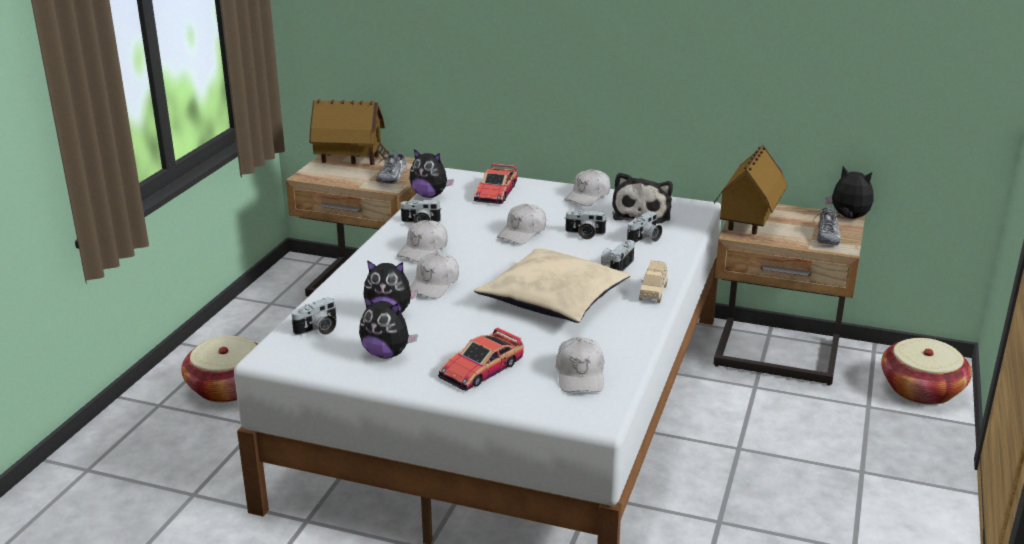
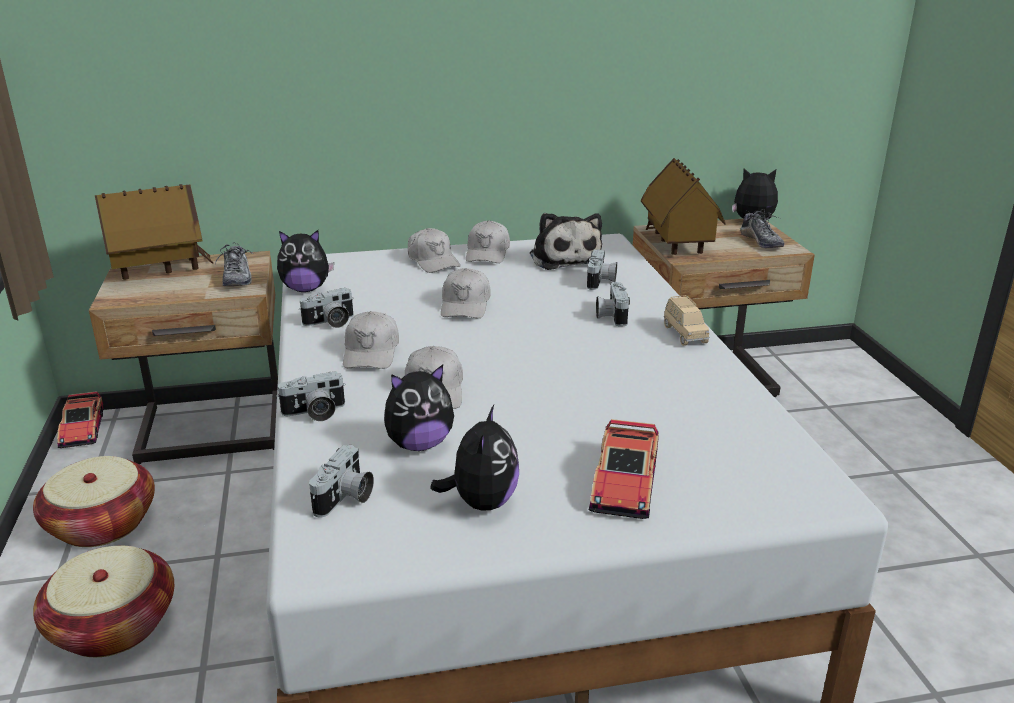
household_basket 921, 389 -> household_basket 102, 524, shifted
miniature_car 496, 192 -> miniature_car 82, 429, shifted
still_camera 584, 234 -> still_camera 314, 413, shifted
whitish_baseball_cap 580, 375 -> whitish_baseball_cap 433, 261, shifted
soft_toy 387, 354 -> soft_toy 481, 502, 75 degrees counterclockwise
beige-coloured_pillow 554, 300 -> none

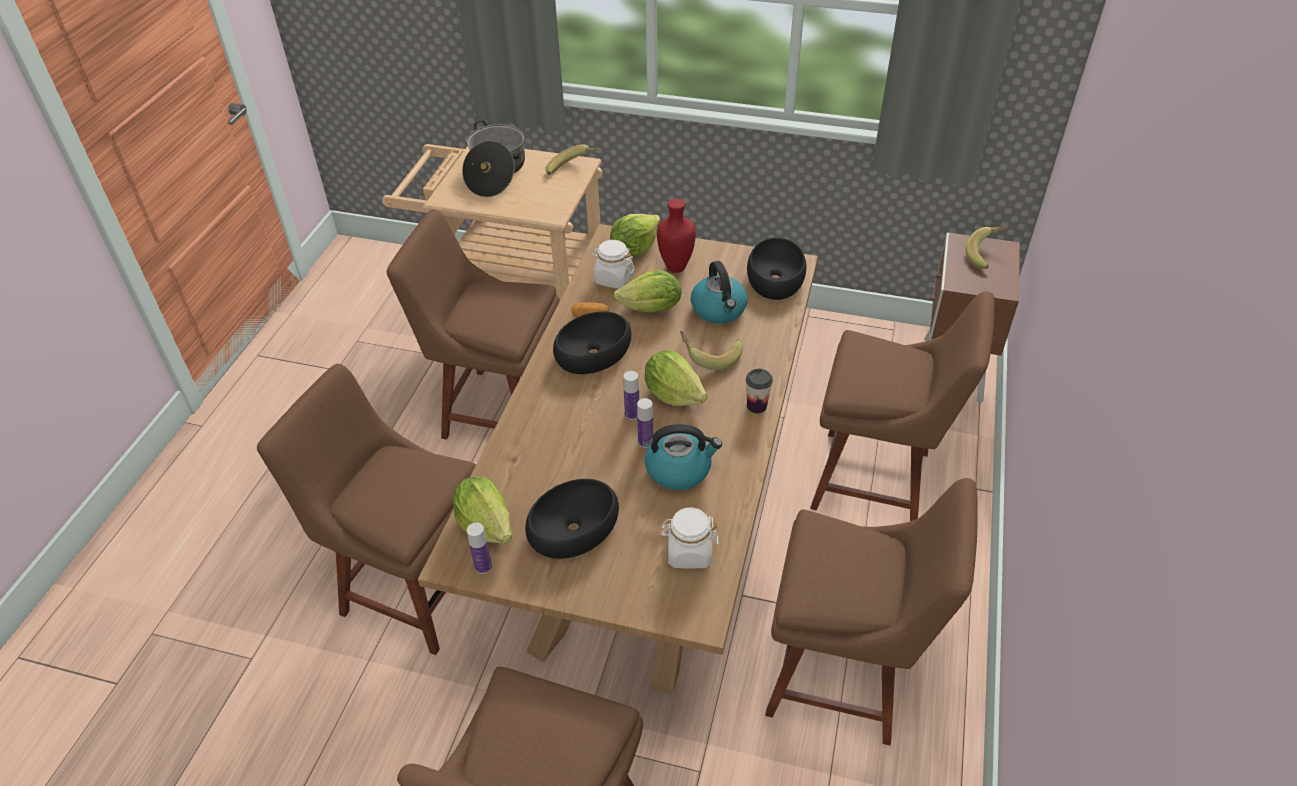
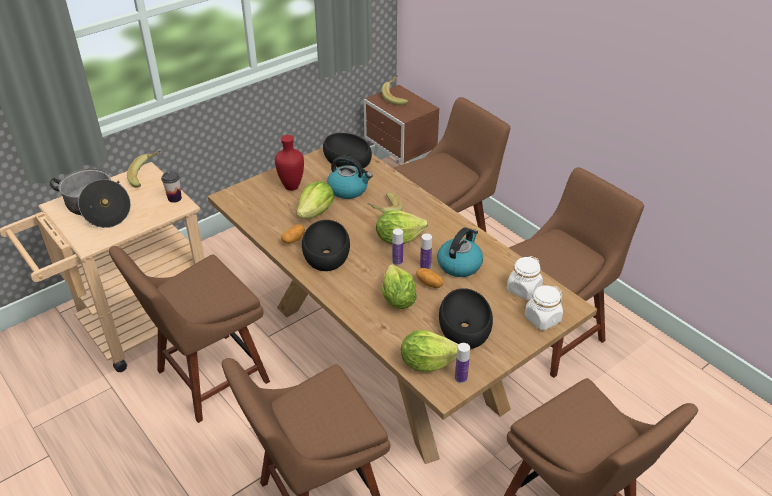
drinking_cup 756, 406 -> drinking_cup 174, 198, shifted
head_of_lettuce 634, 249 -> head_of_lettuce 397, 299, shifted
none -> potato 429, 283
whitish_preserve_jar 613, 279 -> whitish_preserve_jar 542, 319, shifted

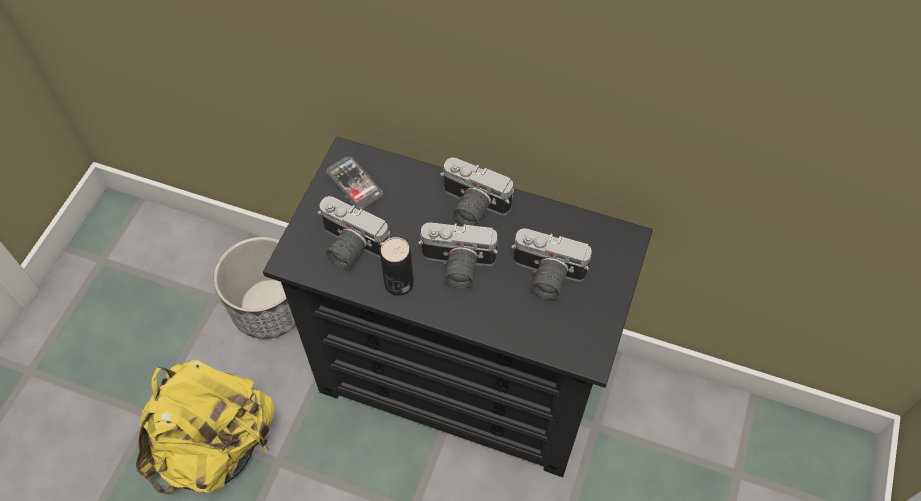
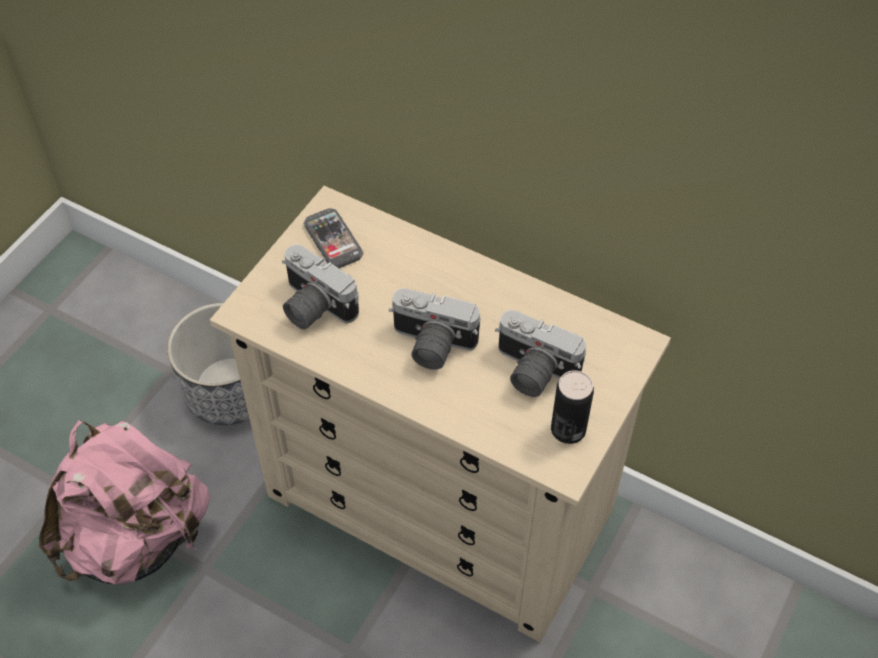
yellowish_knapsack 216, 446 -> pink-coloured_knapsack 137, 538
blackish_dresser 462, 375 -> beige-coloured_dresser 441, 504
metal_can 399, 283 -> metal_can 568, 429, shifted
still_camera 471, 207 -> none

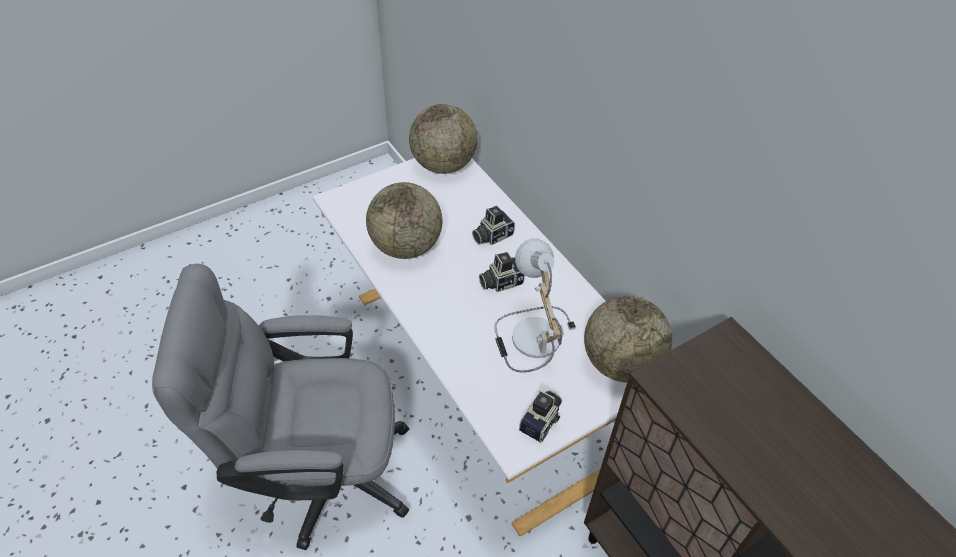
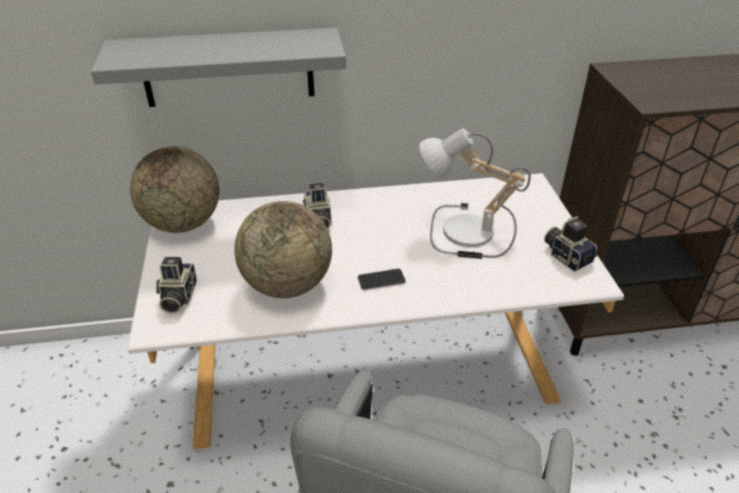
none -> grey_bracket_shelf 228, 68
still_camera 500, 282 -> still_camera 177, 297, shifted
none -> telephone 381, 280
world_globe 620, 363 -> none

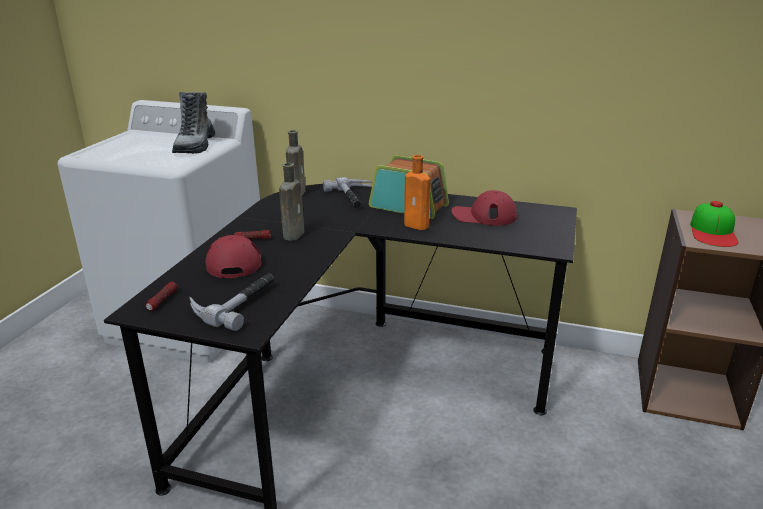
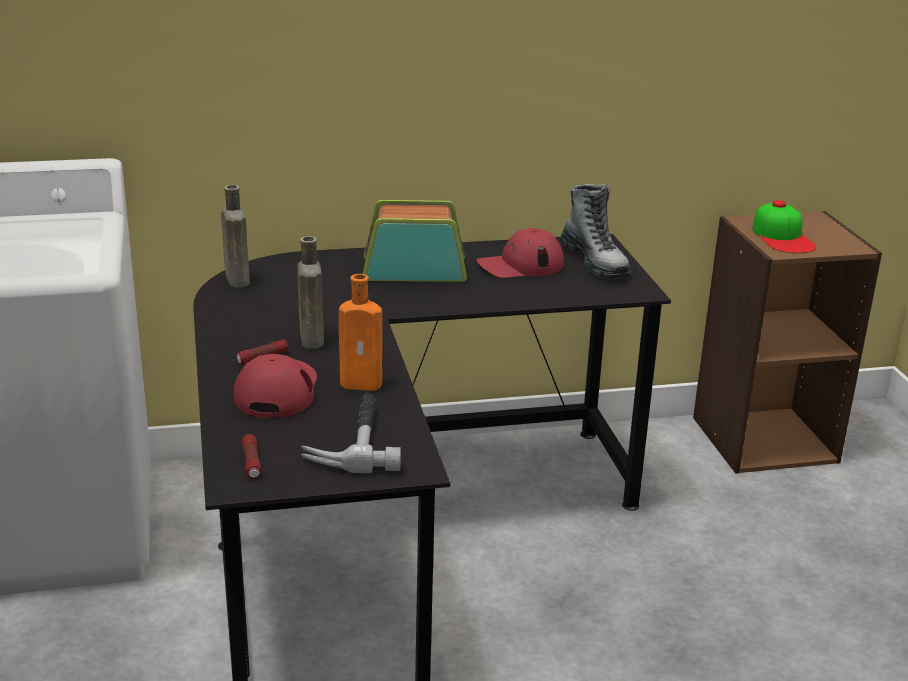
red-coloured_baseball_cap 234, 261 -> red-coloured_baseball_cap 277, 391, 45 degrees clockwise
orange_beverage_bottle 418, 226 -> orange_beverage_bottle 364, 384, shifted
boot 195, 146 -> boot 595, 262, shifted
tool_hammer 354, 198 -> none

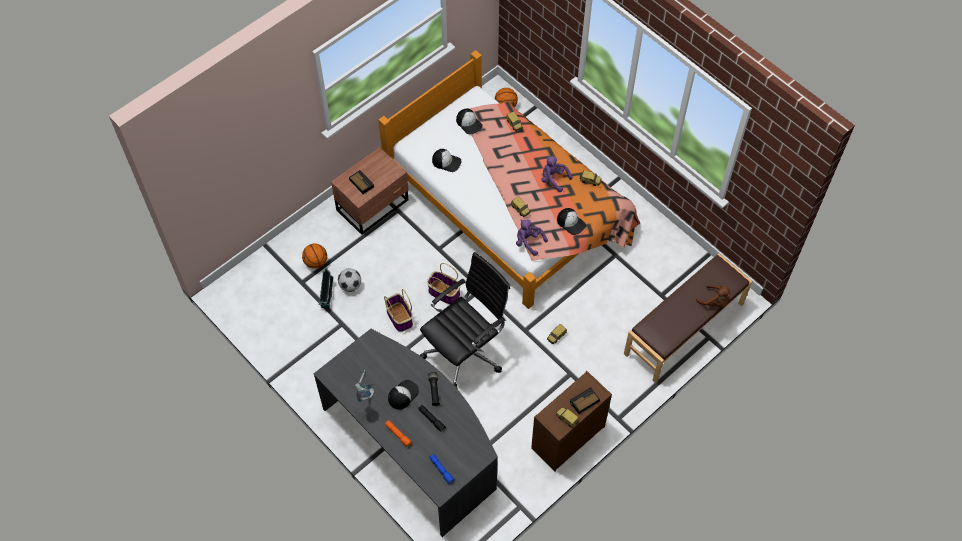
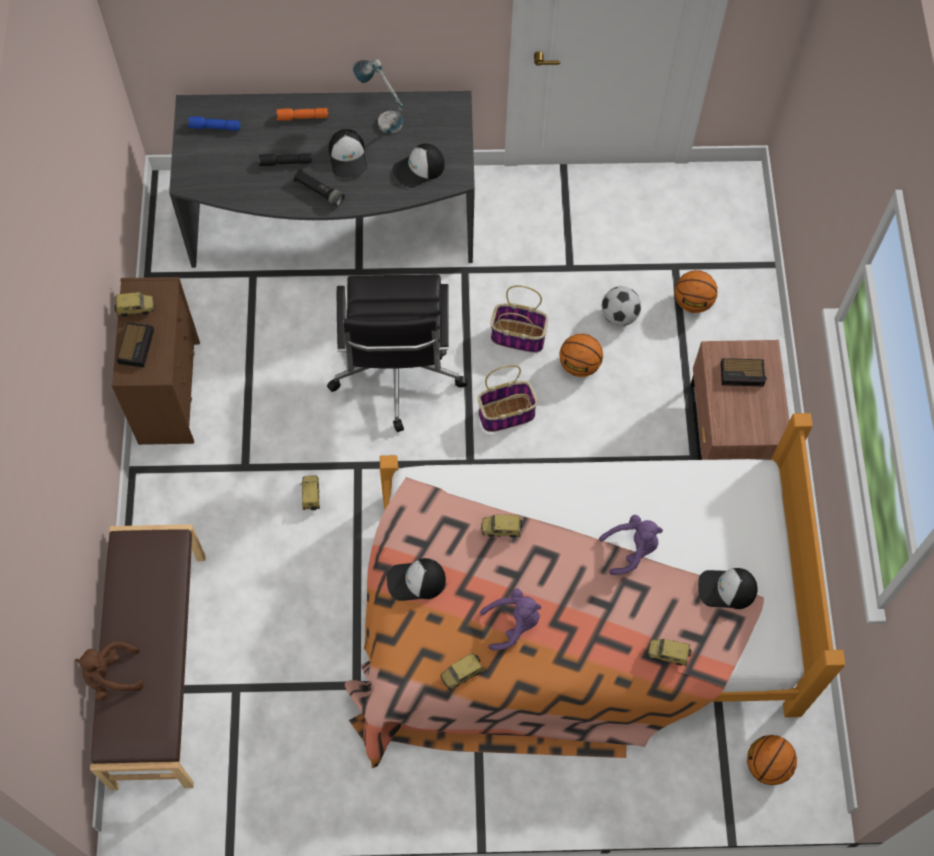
baseball_cap 446, 162 -> baseball_cap 419, 169, shifted
none -> basketball_ball 579, 365
purplish_soft_toy 528, 242 -> purplish_soft_toy 631, 549, shifted
model_house 327, 296 -> none

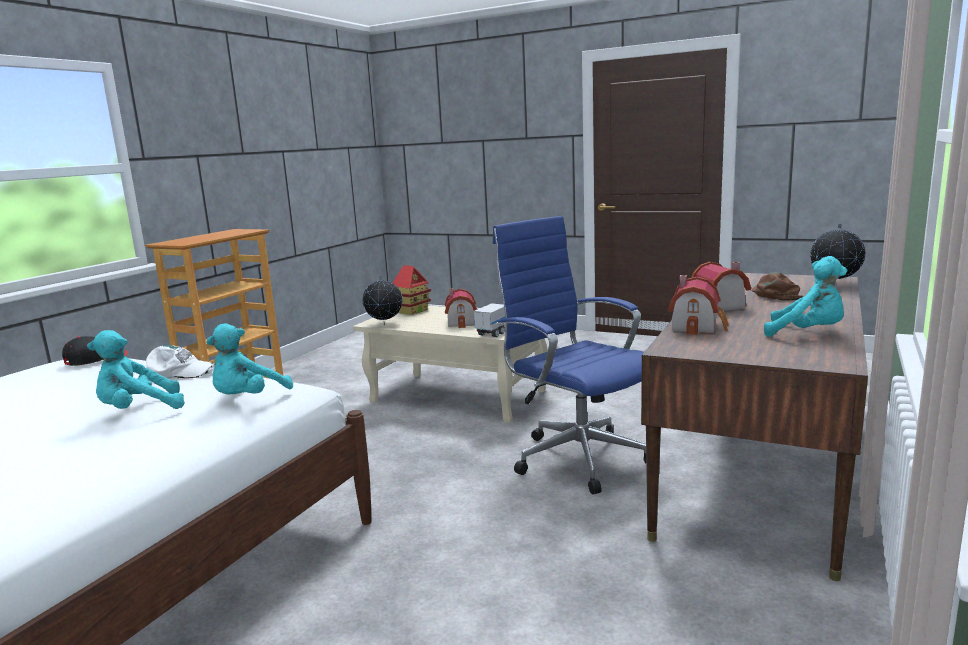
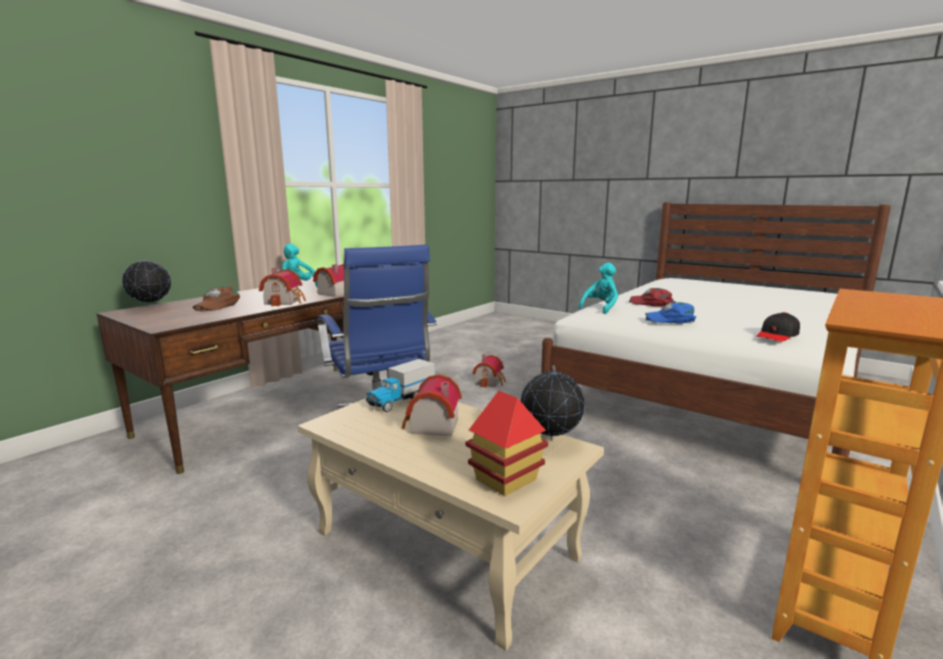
none -> model_house 490, 381
turquoise_soft_toy 139, 410 -> red-coloured_baseball_cap 652, 303
whitish_baseball_cap 179, 372 -> bluish_baseball_cap 671, 320

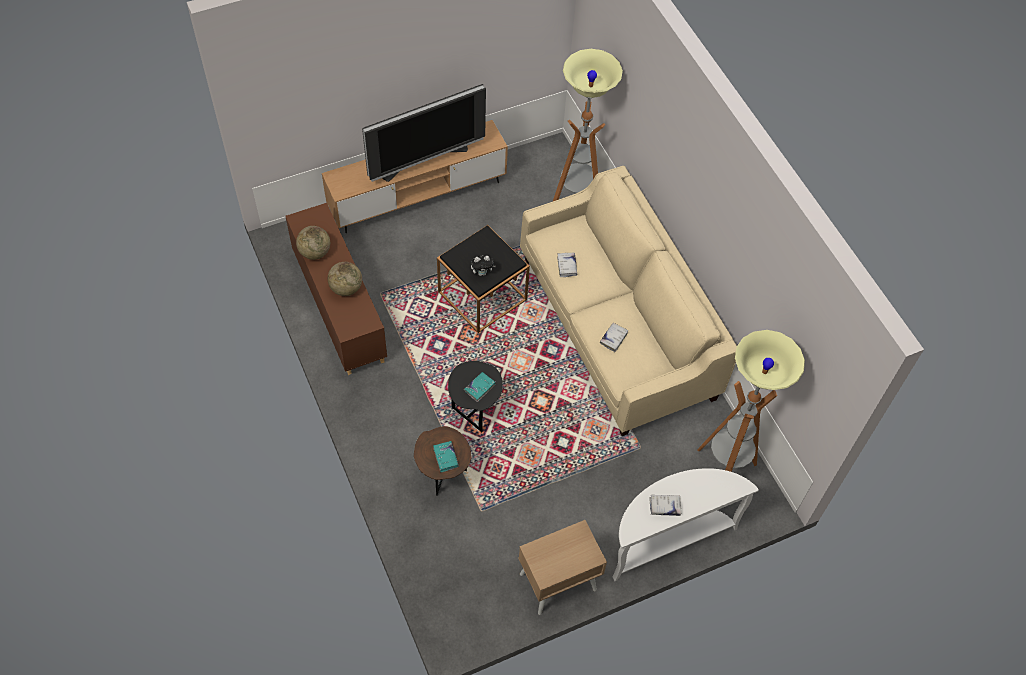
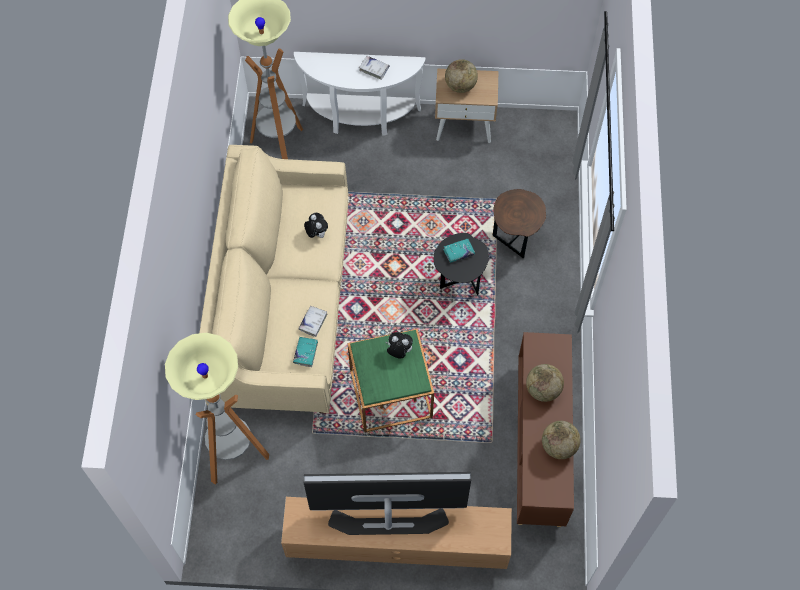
turquoise_book 446, 458 -> turquoise_book 305, 353, shifted
whitish_book 613, 338 -> soft_toy 316, 233
blackish_side_table 482, 295 -> green-coloured_side_table 390, 393
none -> world_globe 460, 86

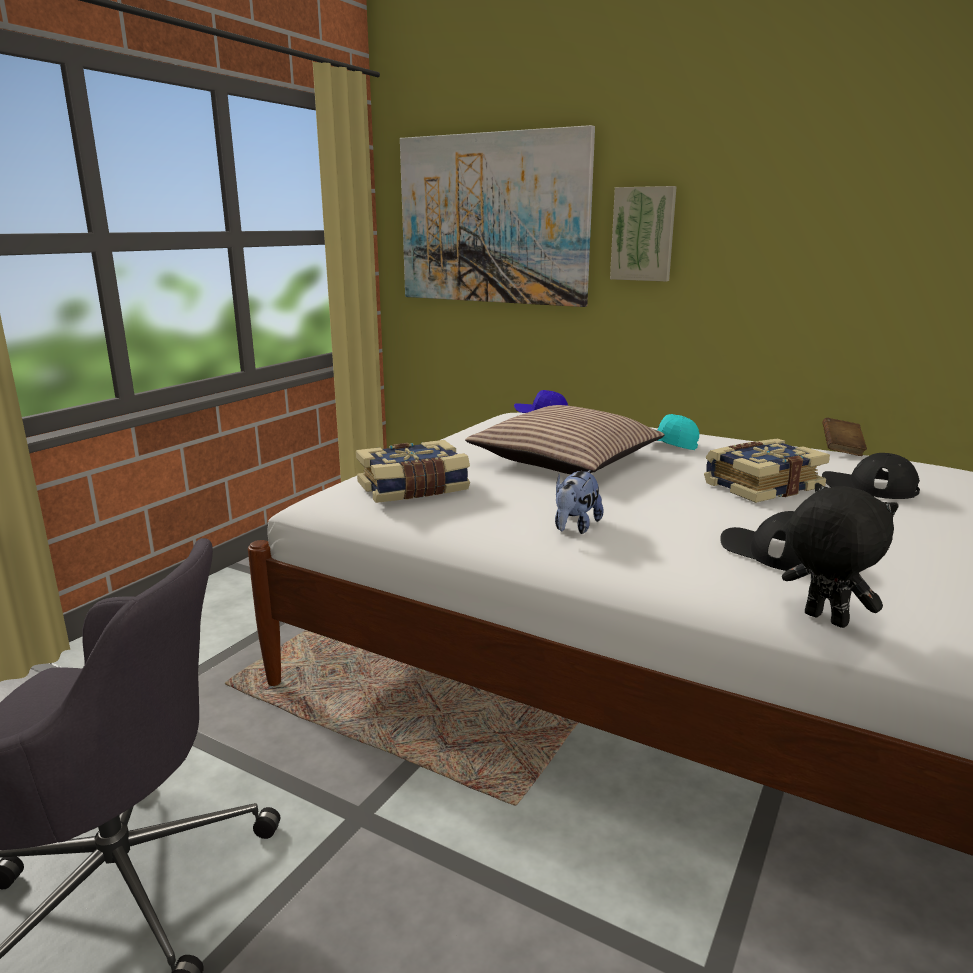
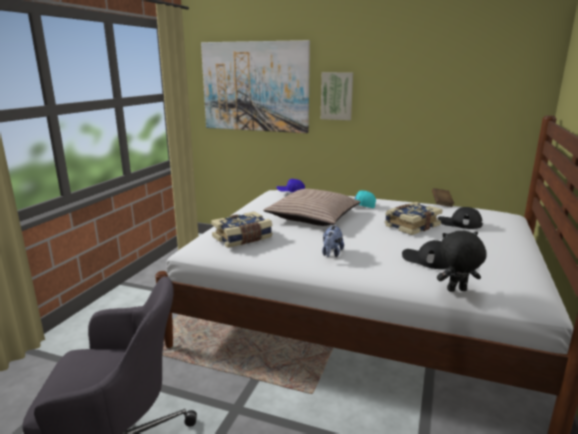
blackish_soft_toy 823, 620 -> blackish_soft_toy 456, 291, 45 degrees counterclockwise

